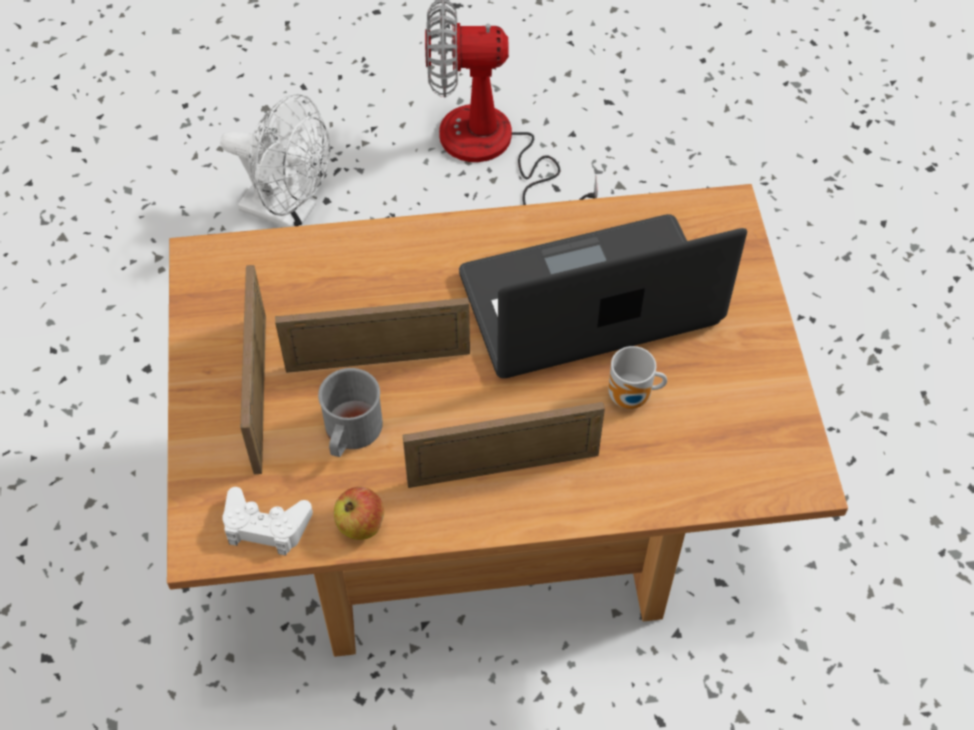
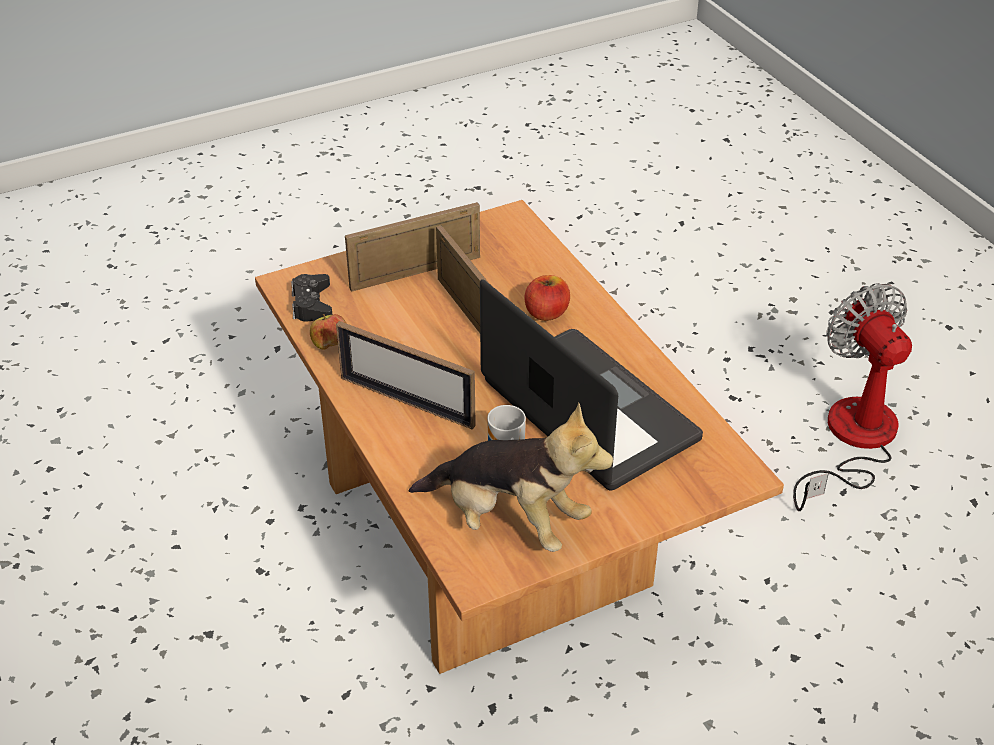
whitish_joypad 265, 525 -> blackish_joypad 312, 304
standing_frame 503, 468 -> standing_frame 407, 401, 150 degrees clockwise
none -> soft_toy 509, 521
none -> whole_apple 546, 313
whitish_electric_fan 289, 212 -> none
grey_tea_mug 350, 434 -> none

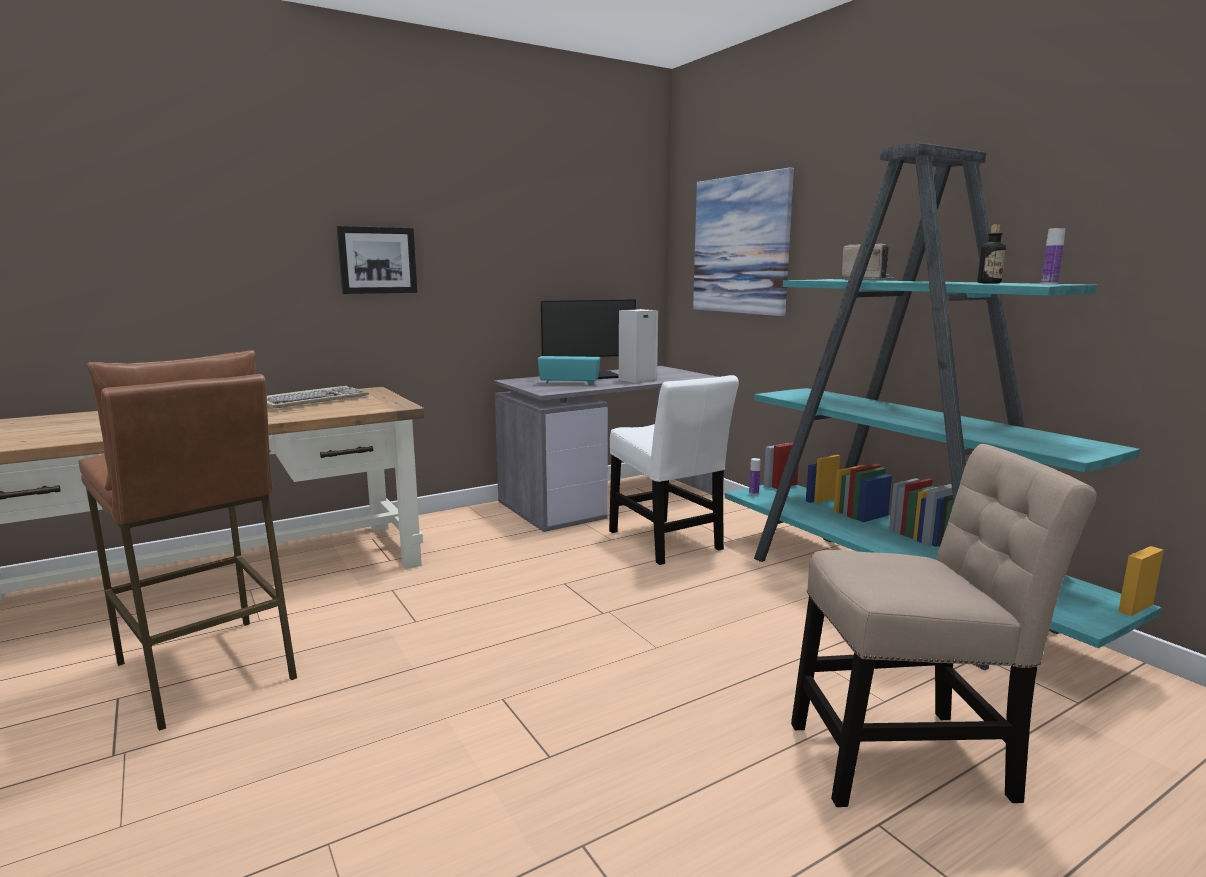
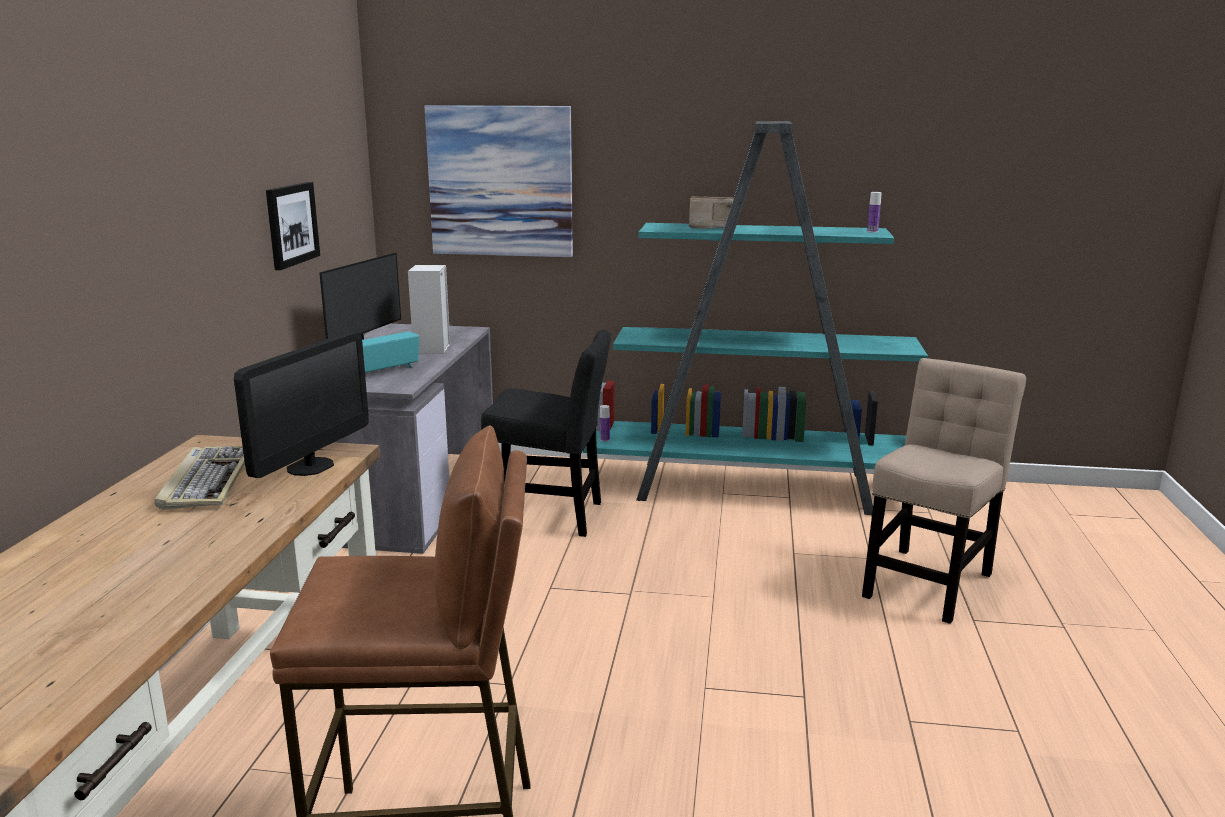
none -> monitor 310, 466
wall_picture 377, 260 -> wall_picture 291, 224, shifted
whitish_plain_chair 667, 542 -> blackish_plain_chair 550, 515
beverage_bottle 989, 283 -> none

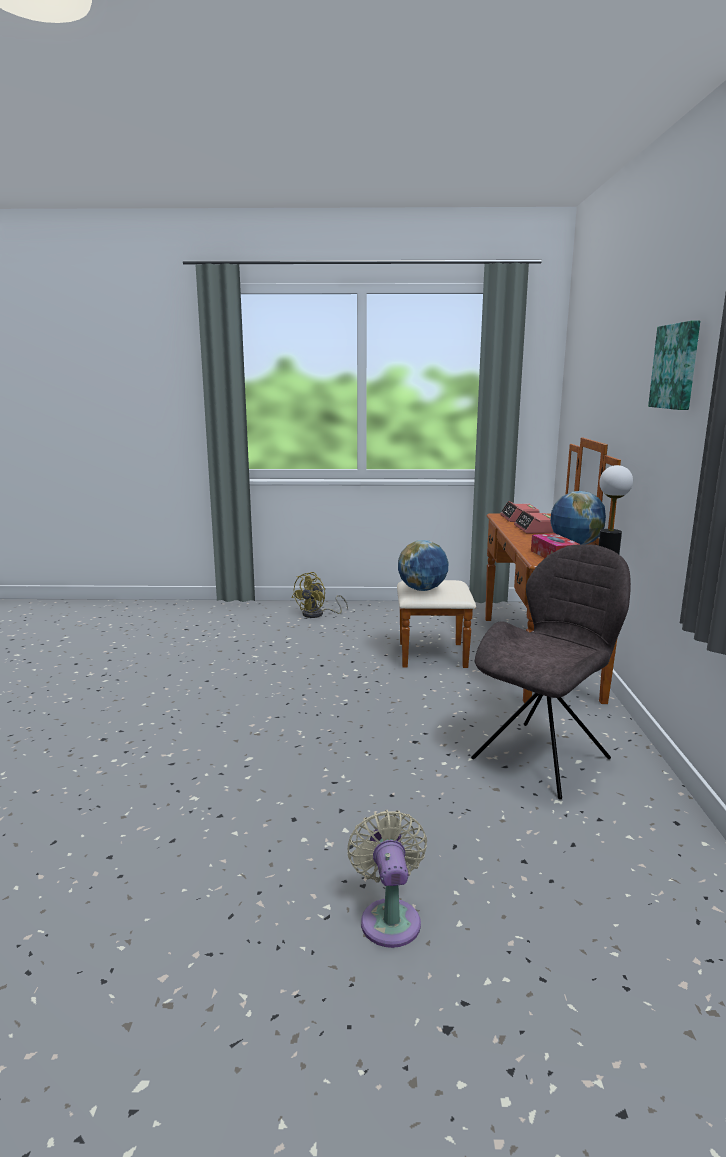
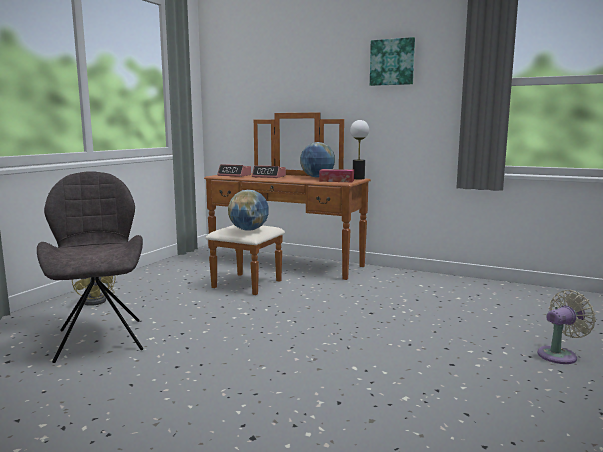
grey_plain_chair 544, 757 -> grey_plain_chair 100, 338, shifted
beige-coloured_electric_fan 389, 917 -> beige-coloured_electric_fan 560, 355, 135 degrees clockwise

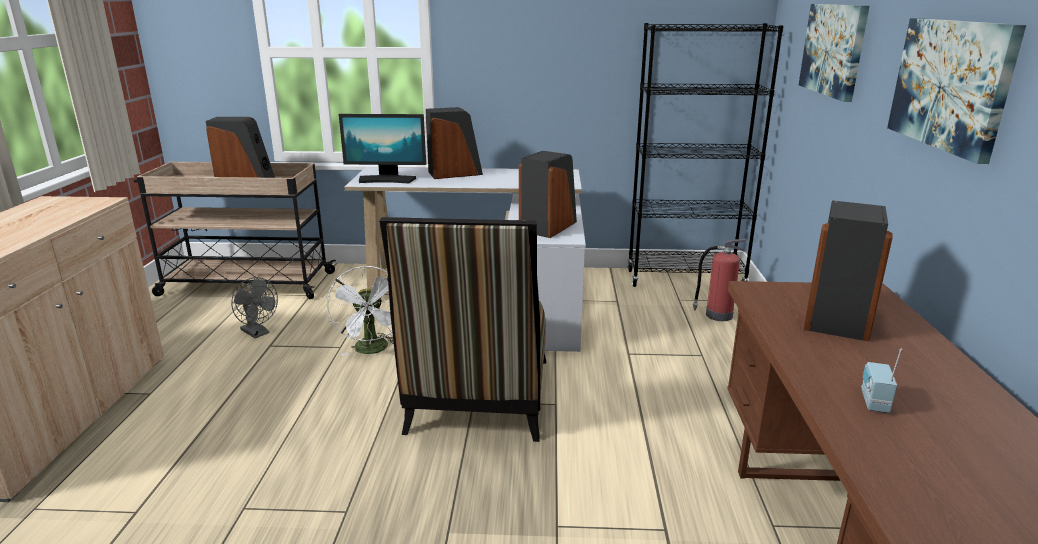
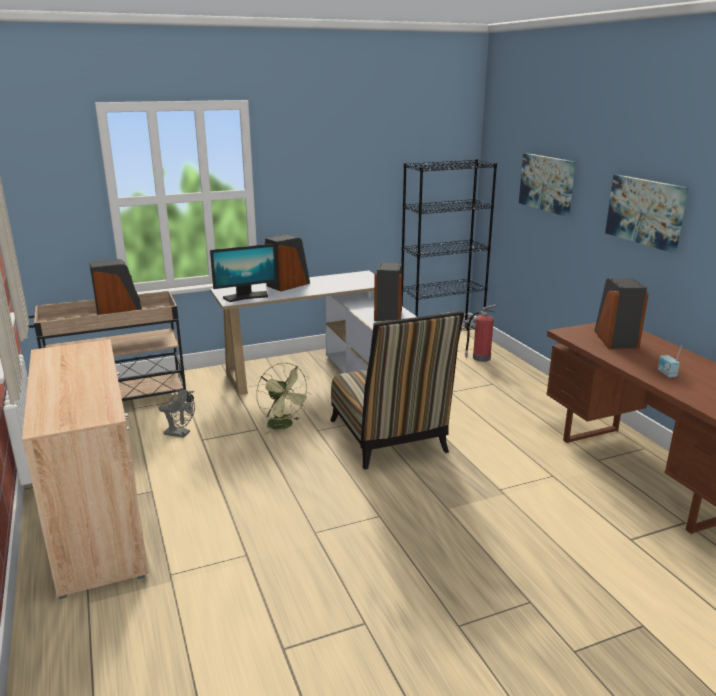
whitish_electric_fan 373, 350 -> green-coloured_electric_fan 284, 426

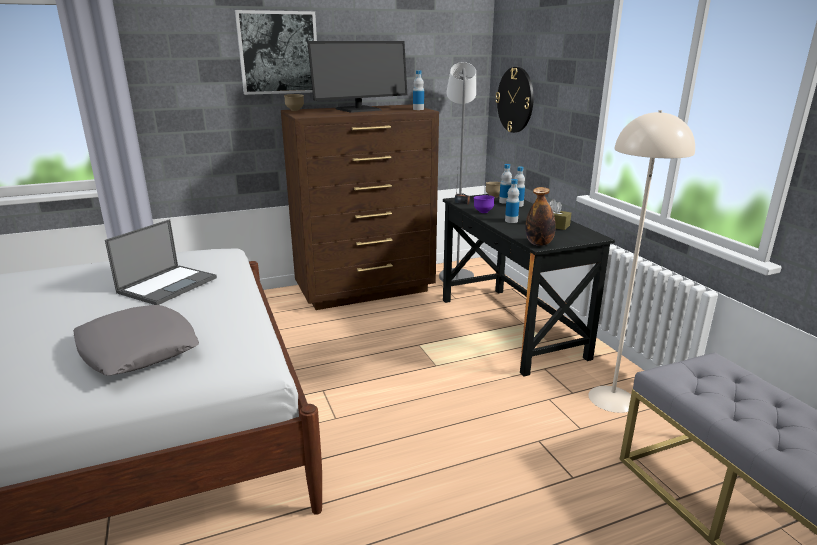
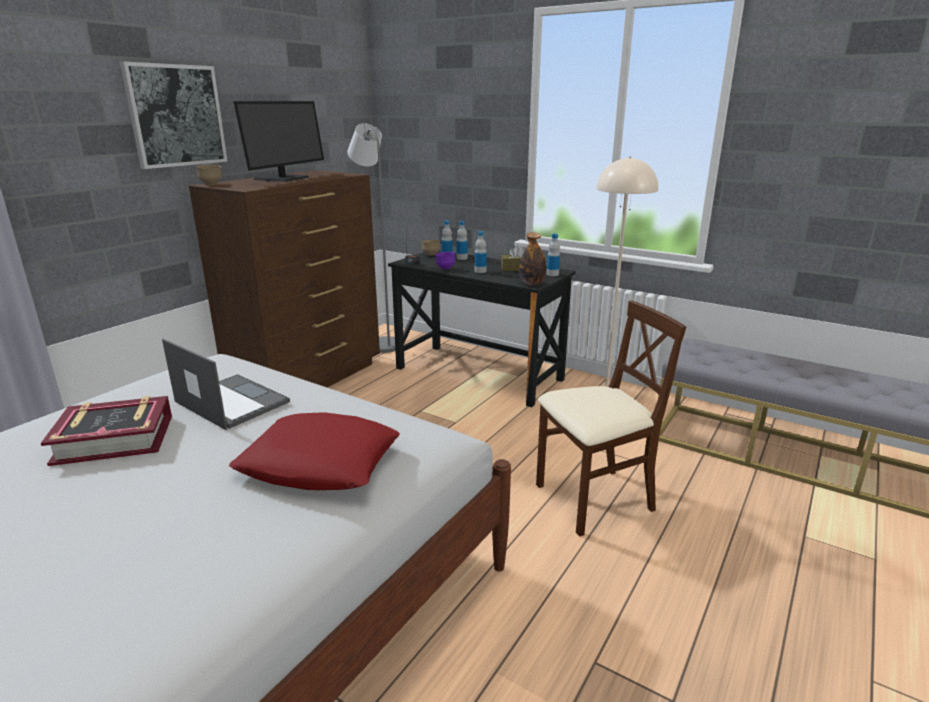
none -> book 115, 439
laptop 168, 285 -> laptop 230, 402, 45 degrees counterclockwise
grey_pillow 137, 349 -> red-coloured_pillow 319, 463
none -> beige-coloured_plain_chair 593, 499
beverage_bottle 418, 109 -> beverage_bottle 552, 274, shifted
clock_on_the_wall 515, 100 -> none

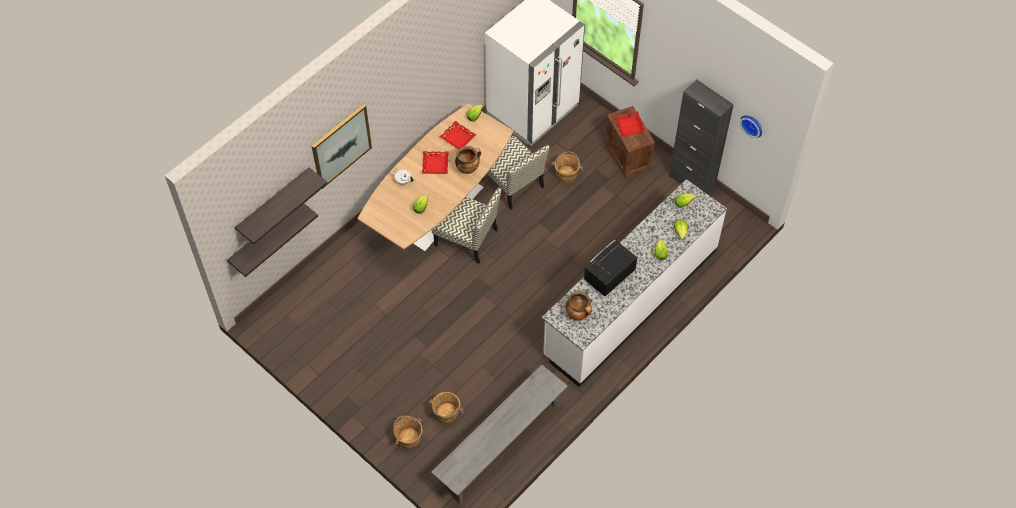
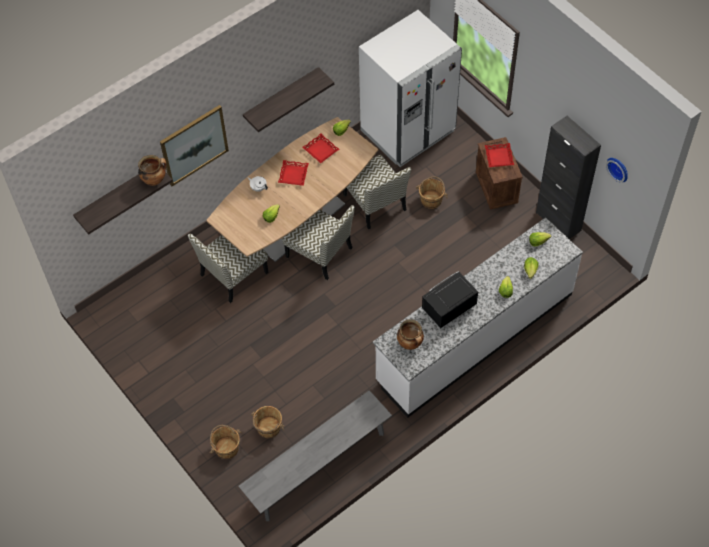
saucepot 468, 168 -> saucepot 154, 179, shifted
none -> plain_chair 233, 274
bracket_shelf 265, 235 -> bracket_shelf 281, 97, shifted

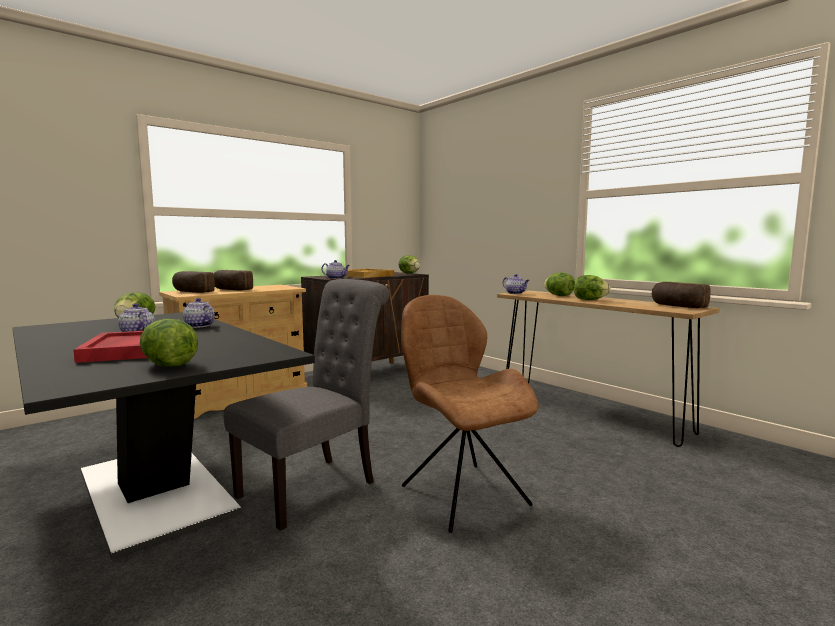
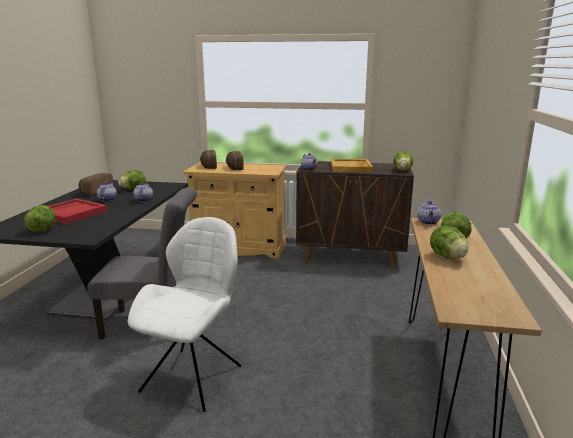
bakery_bread 677, 306 -> bakery_bread 95, 191, shifted
brown-coloured_plain_chair 461, 493 -> whitish_plain_chair 194, 376

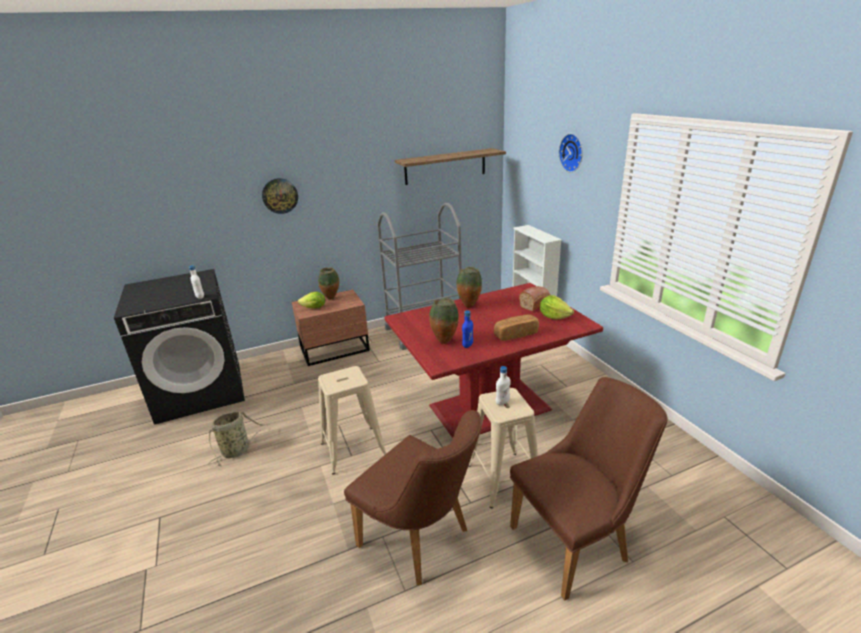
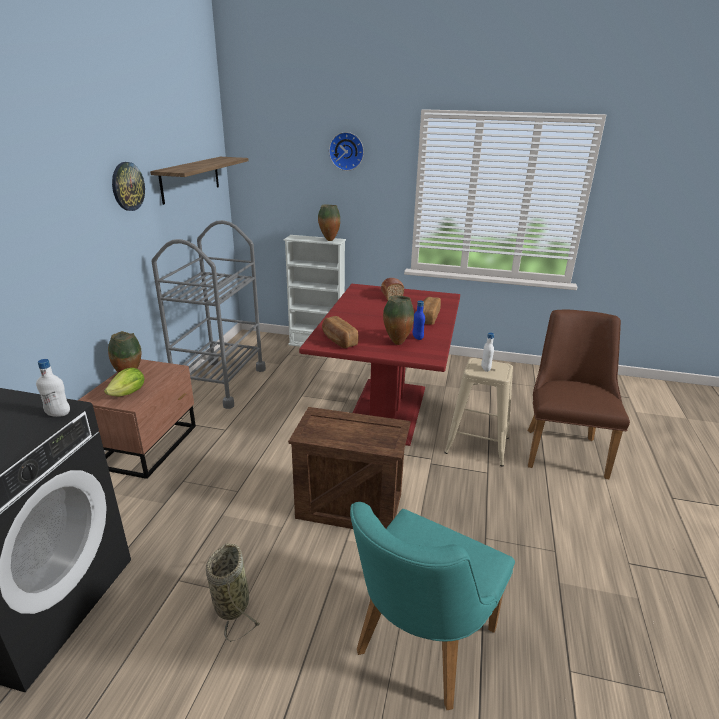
clock_on_the_wall 280, 195 -> clock_on_the_wall 127, 186, shifted
beige-coloured_sitting_stool 353, 449 -> crate 348, 507
vase 469, 305 -> vase 329, 240, shifted
none -> bakery_bread 338, 340
none -> turquoise_plain_chair 418, 649
brown-coloured_plain_chair 422, 541 -> none
head_of_lettuce 554, 317 -> none

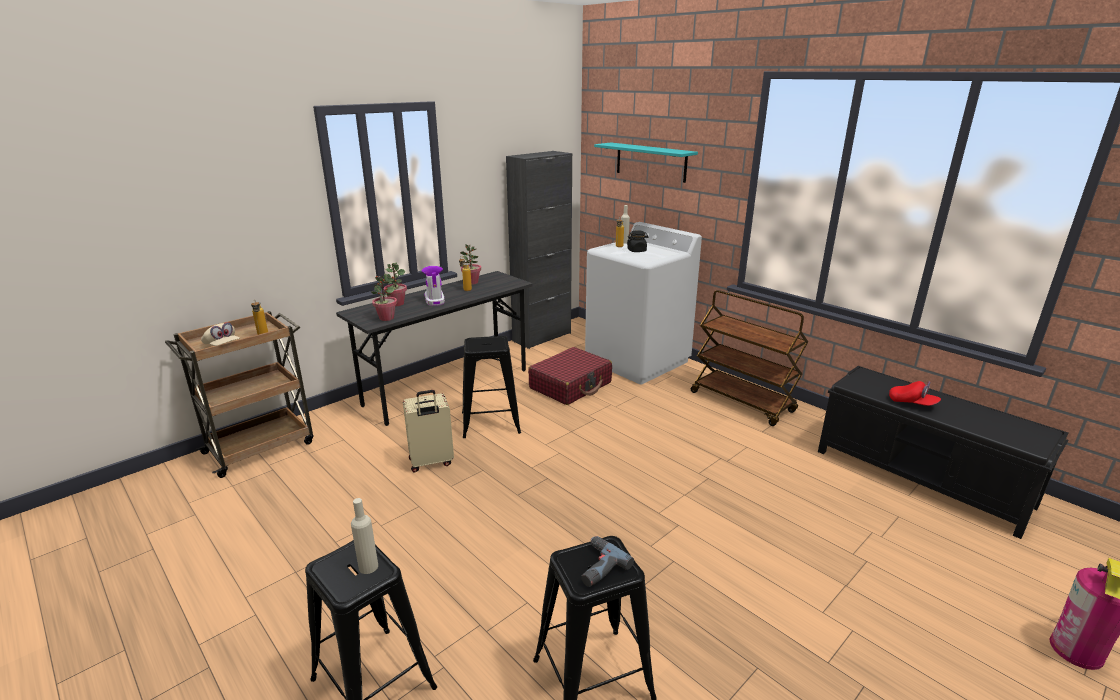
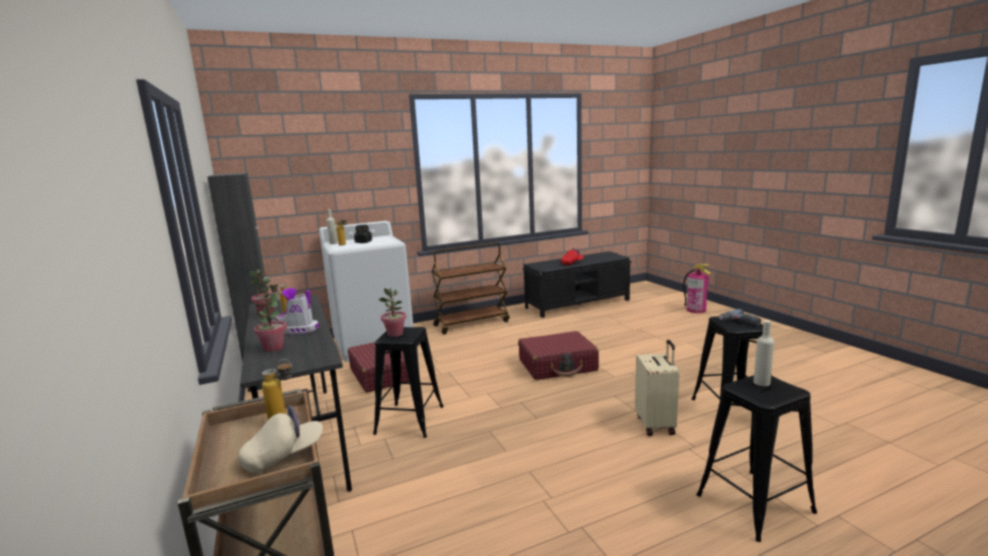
plant_in_a_pot 386, 318 -> plant_in_a_pot 395, 334, shifted
none -> red-coloured_suitcase 558, 365
beige-coloured_suitcase 431, 462 -> beige-coloured_suitcase 656, 425, shifted
turquoise_bracket_shelf 650, 162 -> none

